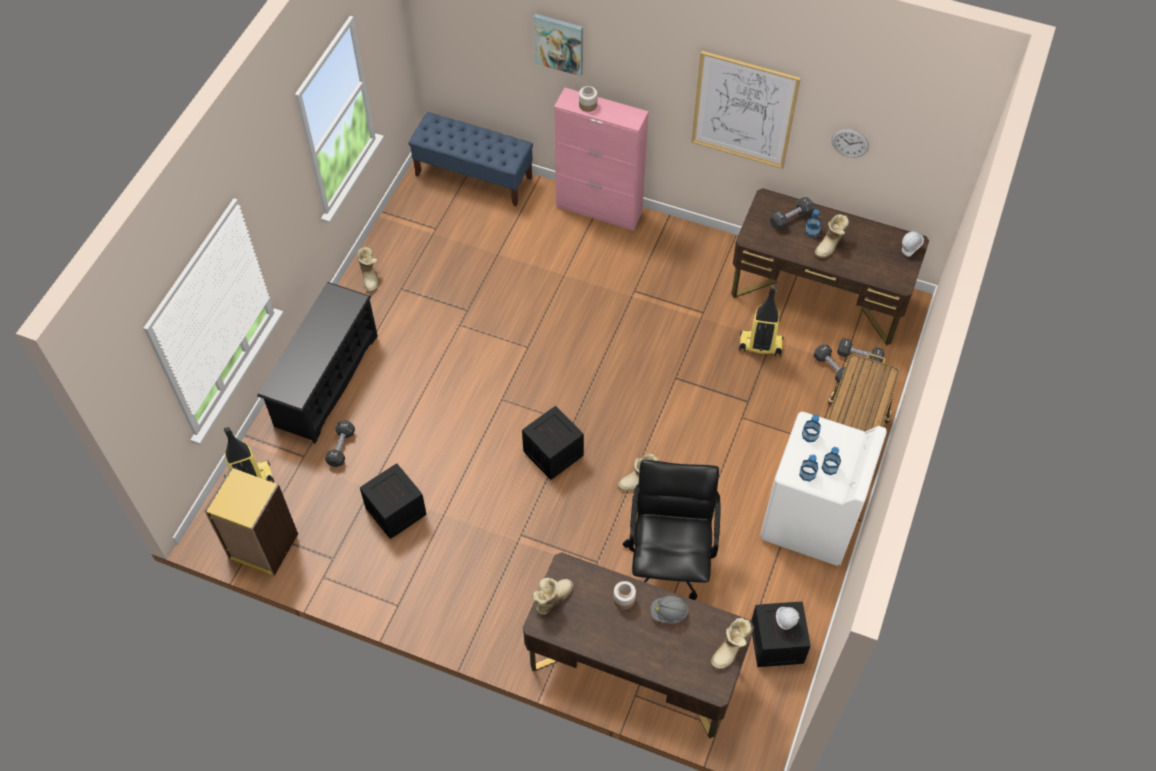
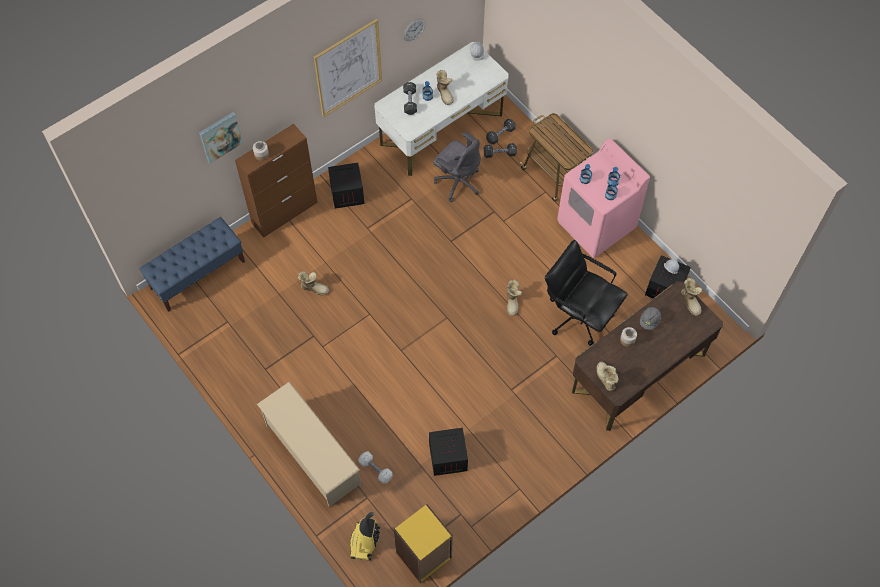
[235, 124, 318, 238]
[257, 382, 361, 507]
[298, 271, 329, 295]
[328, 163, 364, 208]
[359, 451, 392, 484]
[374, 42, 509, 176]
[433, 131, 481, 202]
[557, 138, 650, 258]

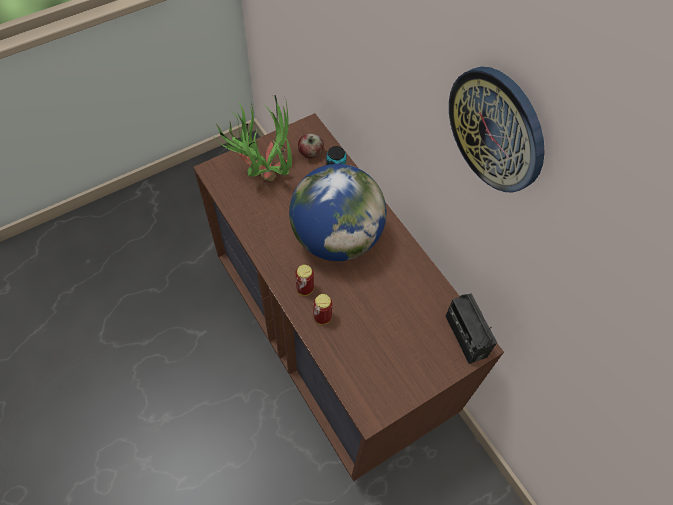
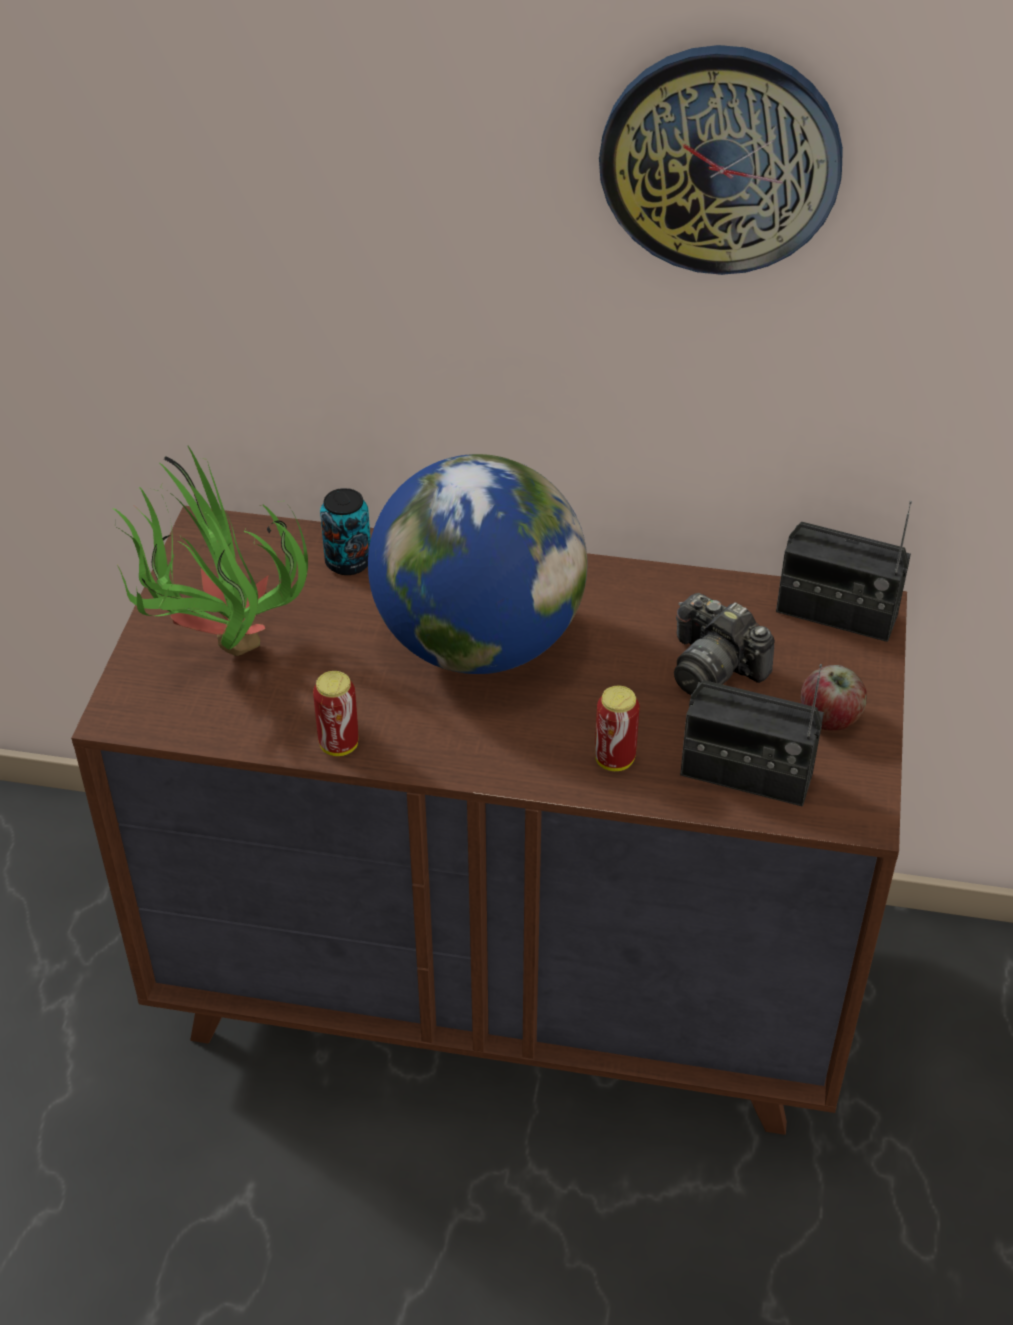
[313, 671, 358, 756]
[674, 593, 775, 695]
[680, 664, 824, 806]
[801, 665, 867, 730]

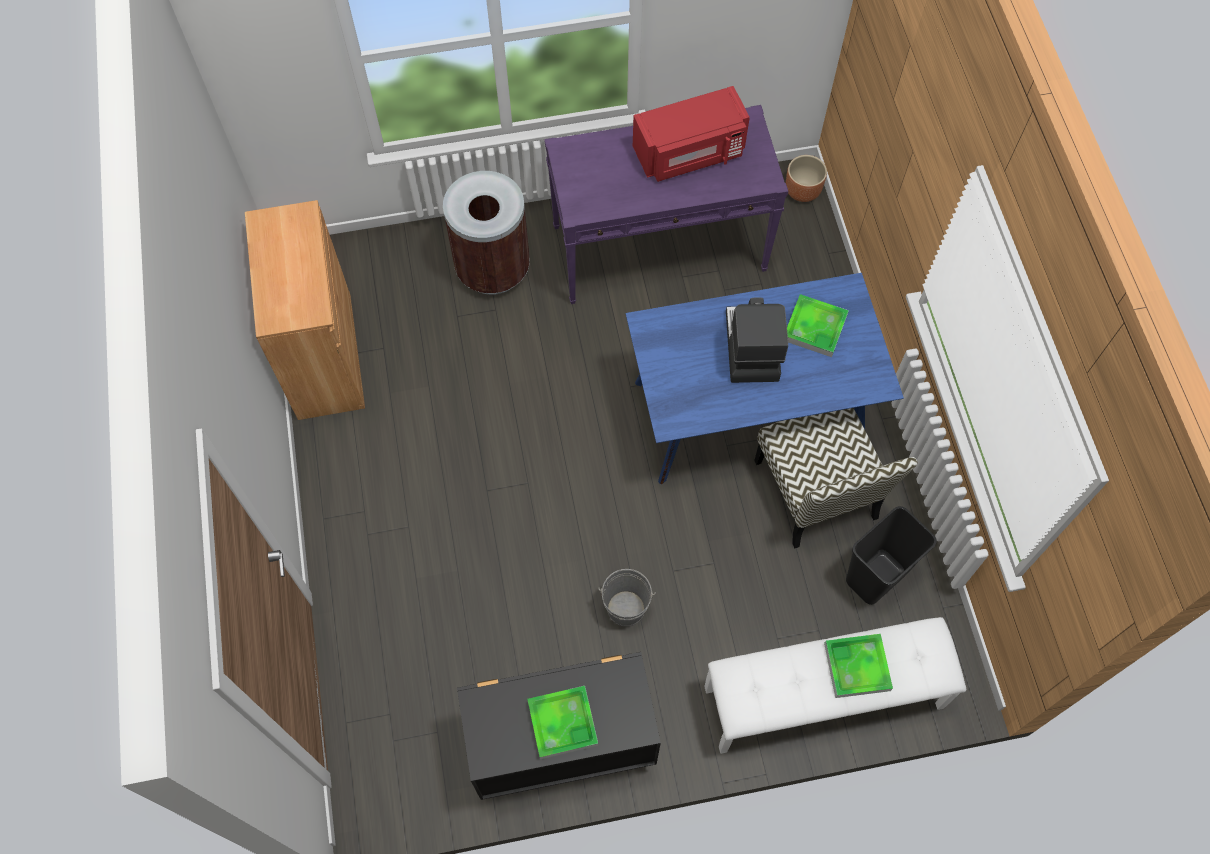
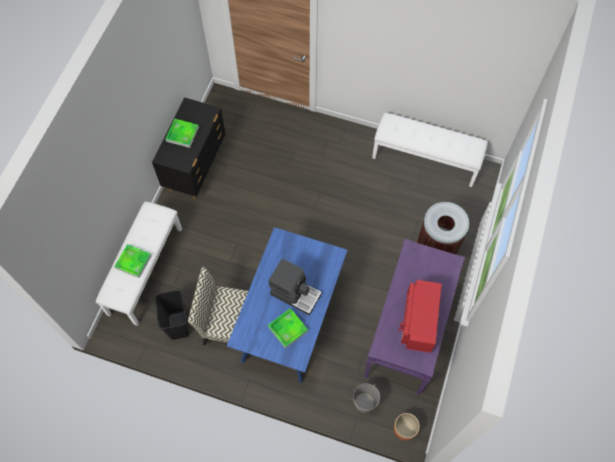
[353, 383, 380, 413]
[372, 113, 488, 187]

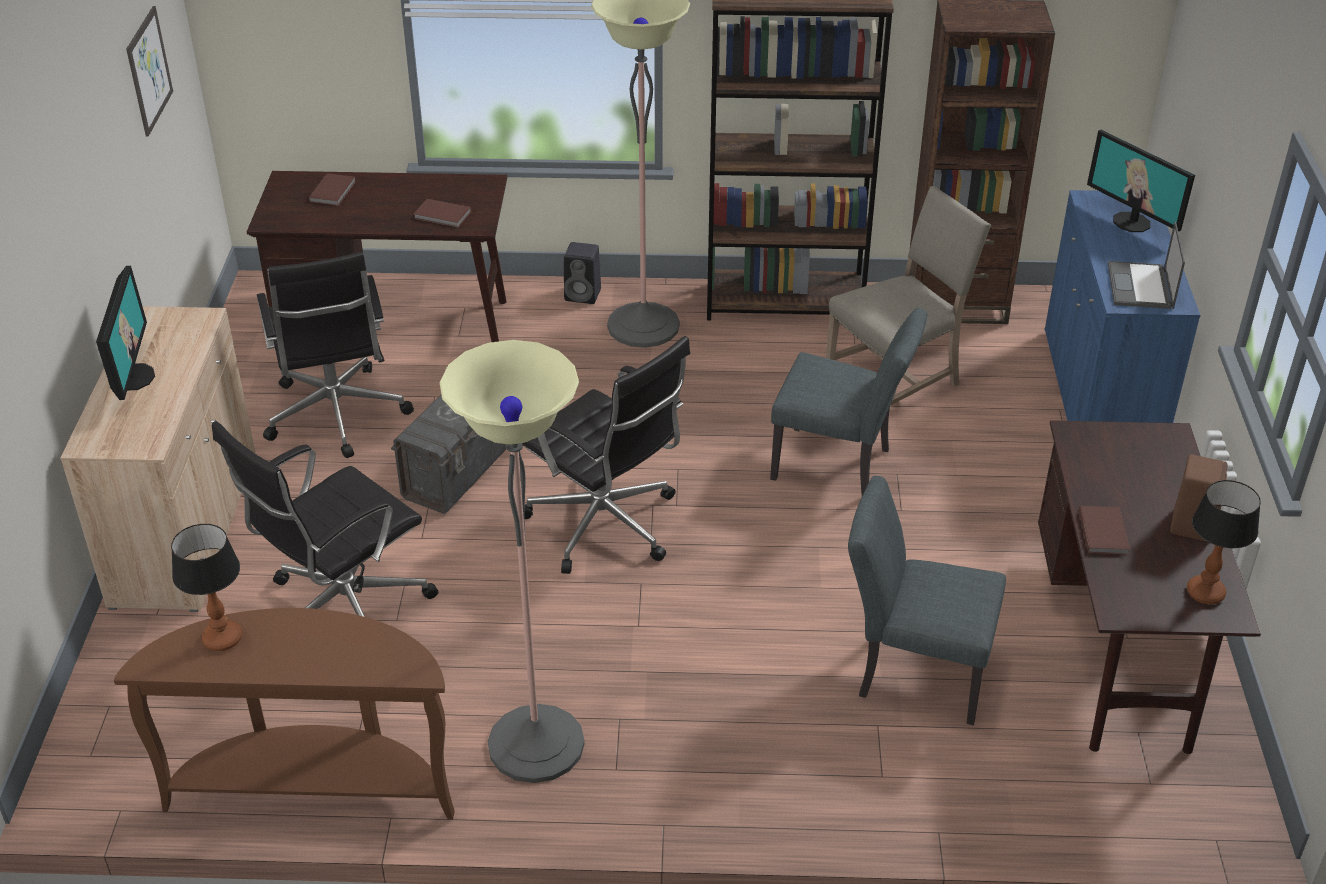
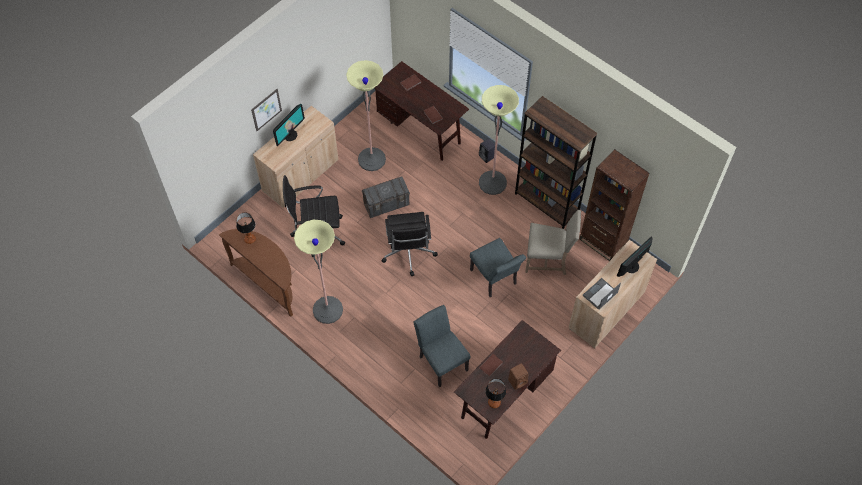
[251, 89, 282, 131]
[346, 60, 386, 171]
[568, 240, 657, 348]
[617, 236, 653, 277]

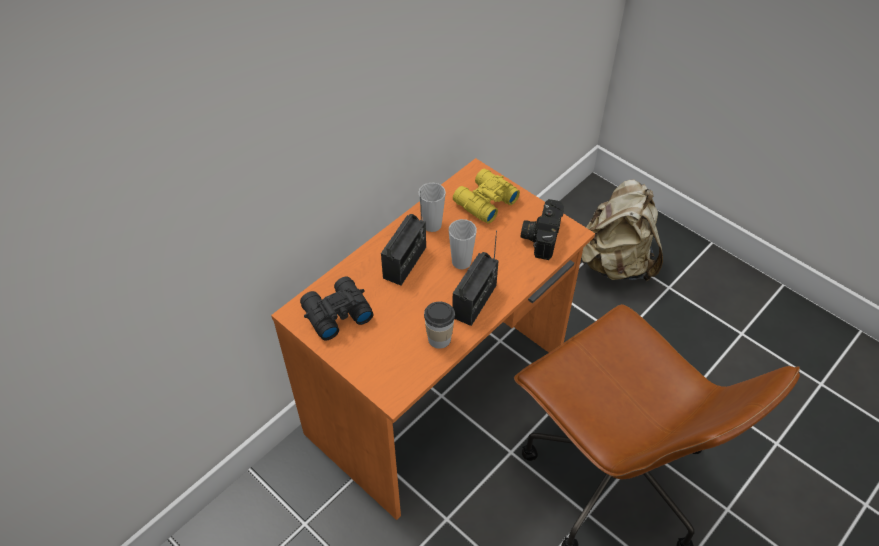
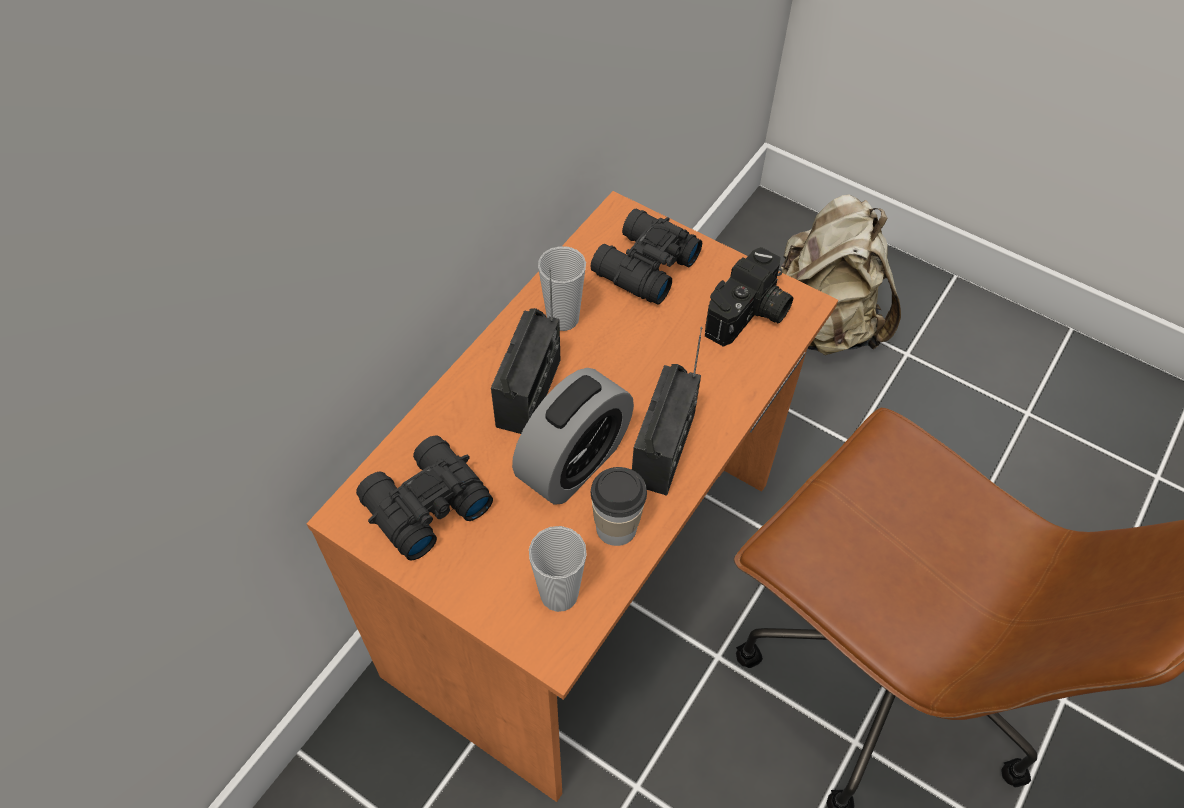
[512, 368, 634, 505]
[529, 526, 587, 612]
[591, 209, 702, 305]
[705, 247, 793, 346]

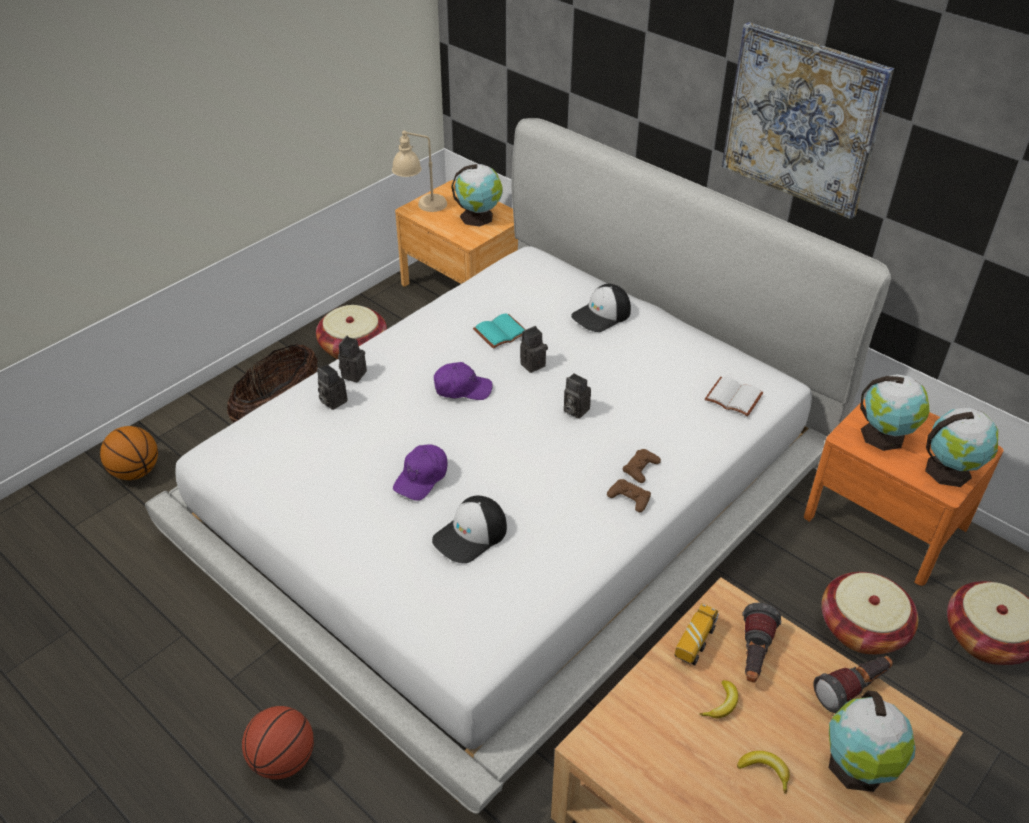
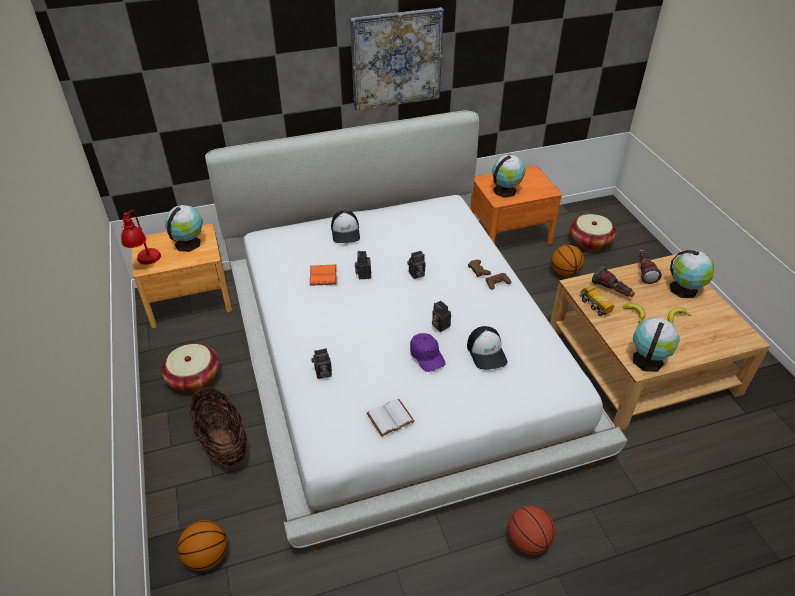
[121, 210, 161, 265]
[310, 265, 337, 286]
[367, 399, 415, 436]
[432, 300, 451, 332]
[551, 245, 584, 277]
[633, 317, 680, 372]
[434, 362, 493, 400] (first image)

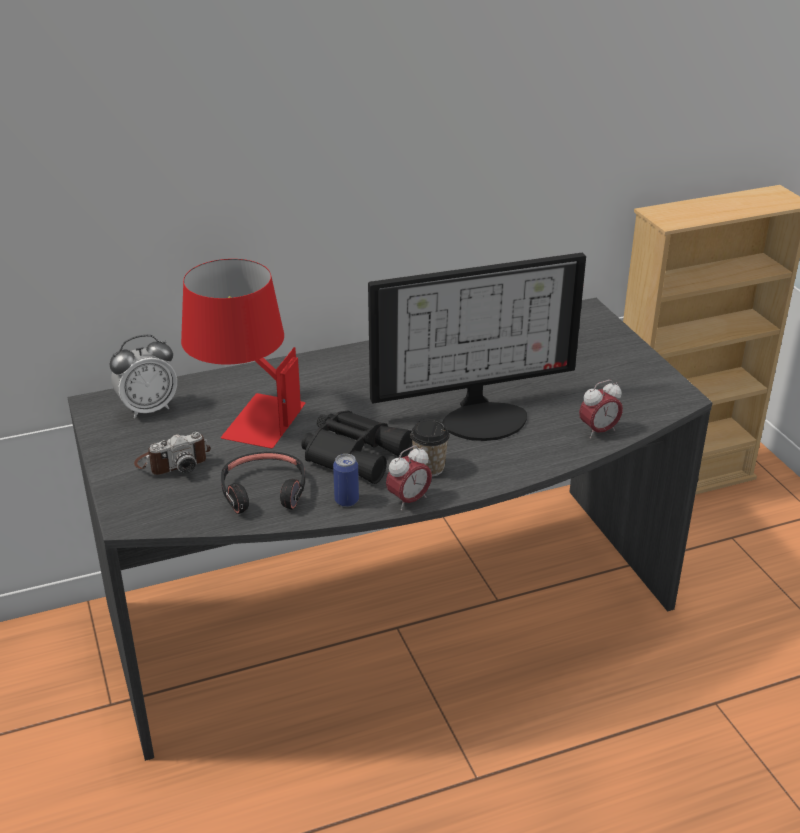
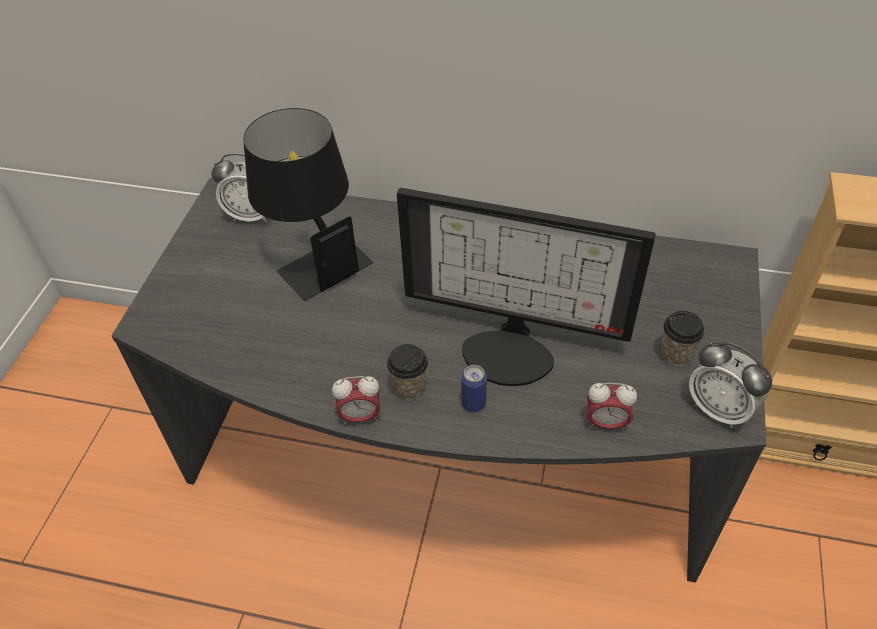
[243, 108, 373, 301]
[461, 365, 487, 412]
[661, 311, 704, 366]
[689, 342, 772, 428]
[134, 432, 211, 475] (first image)
[221, 452, 305, 514] (first image)
[301, 411, 412, 484] (first image)

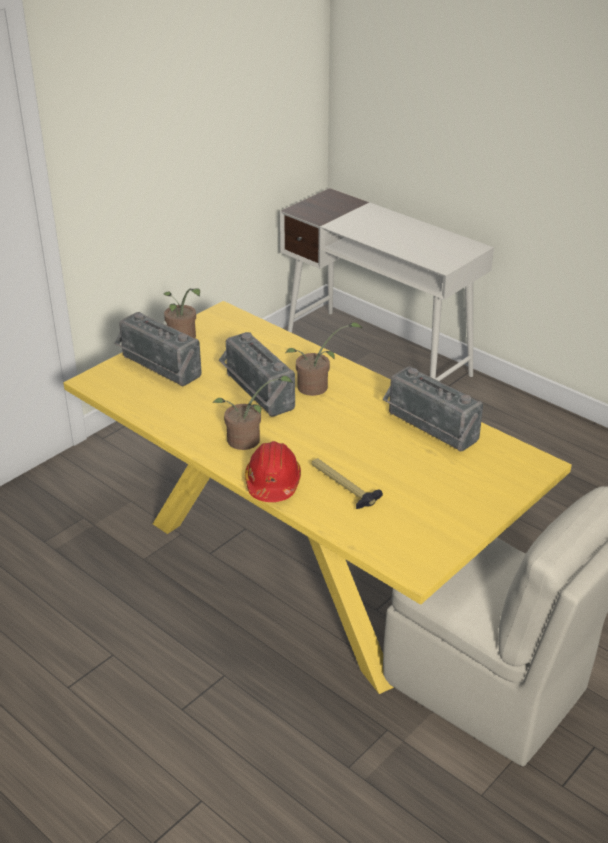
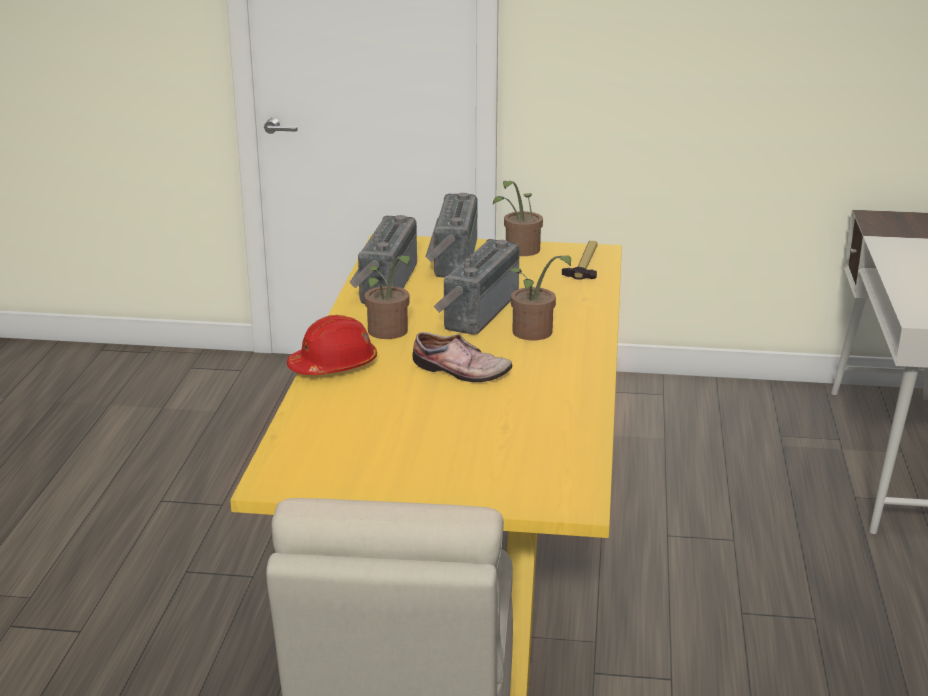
[350, 215, 417, 304]
[413, 332, 512, 382]
[562, 241, 598, 280]

